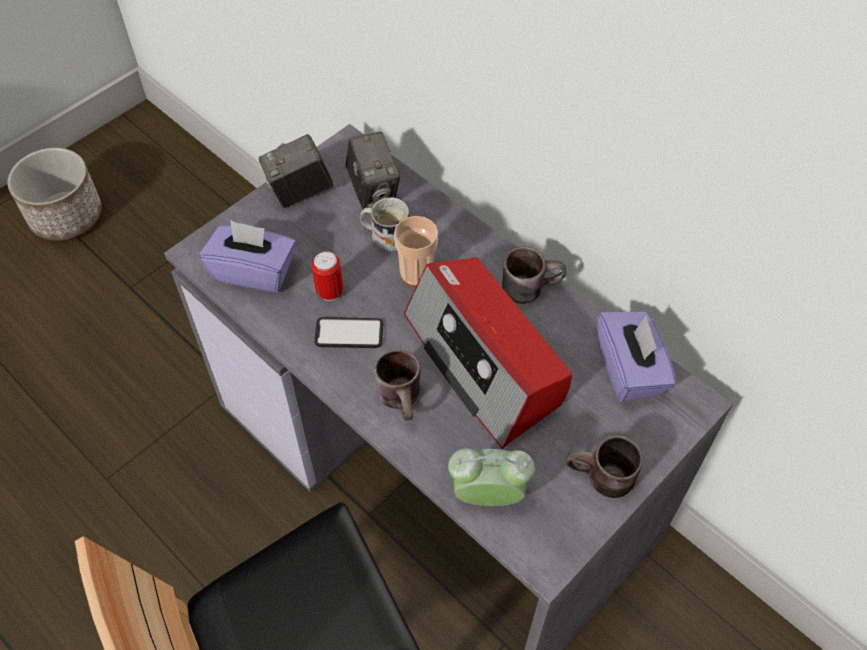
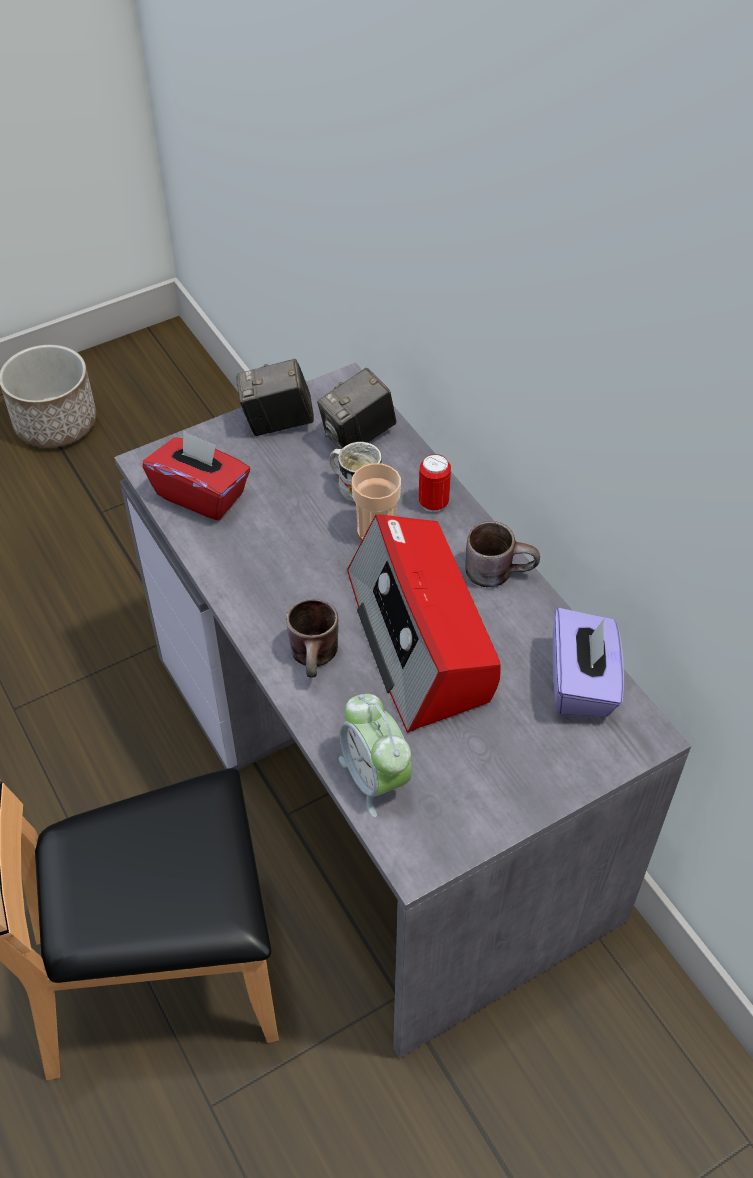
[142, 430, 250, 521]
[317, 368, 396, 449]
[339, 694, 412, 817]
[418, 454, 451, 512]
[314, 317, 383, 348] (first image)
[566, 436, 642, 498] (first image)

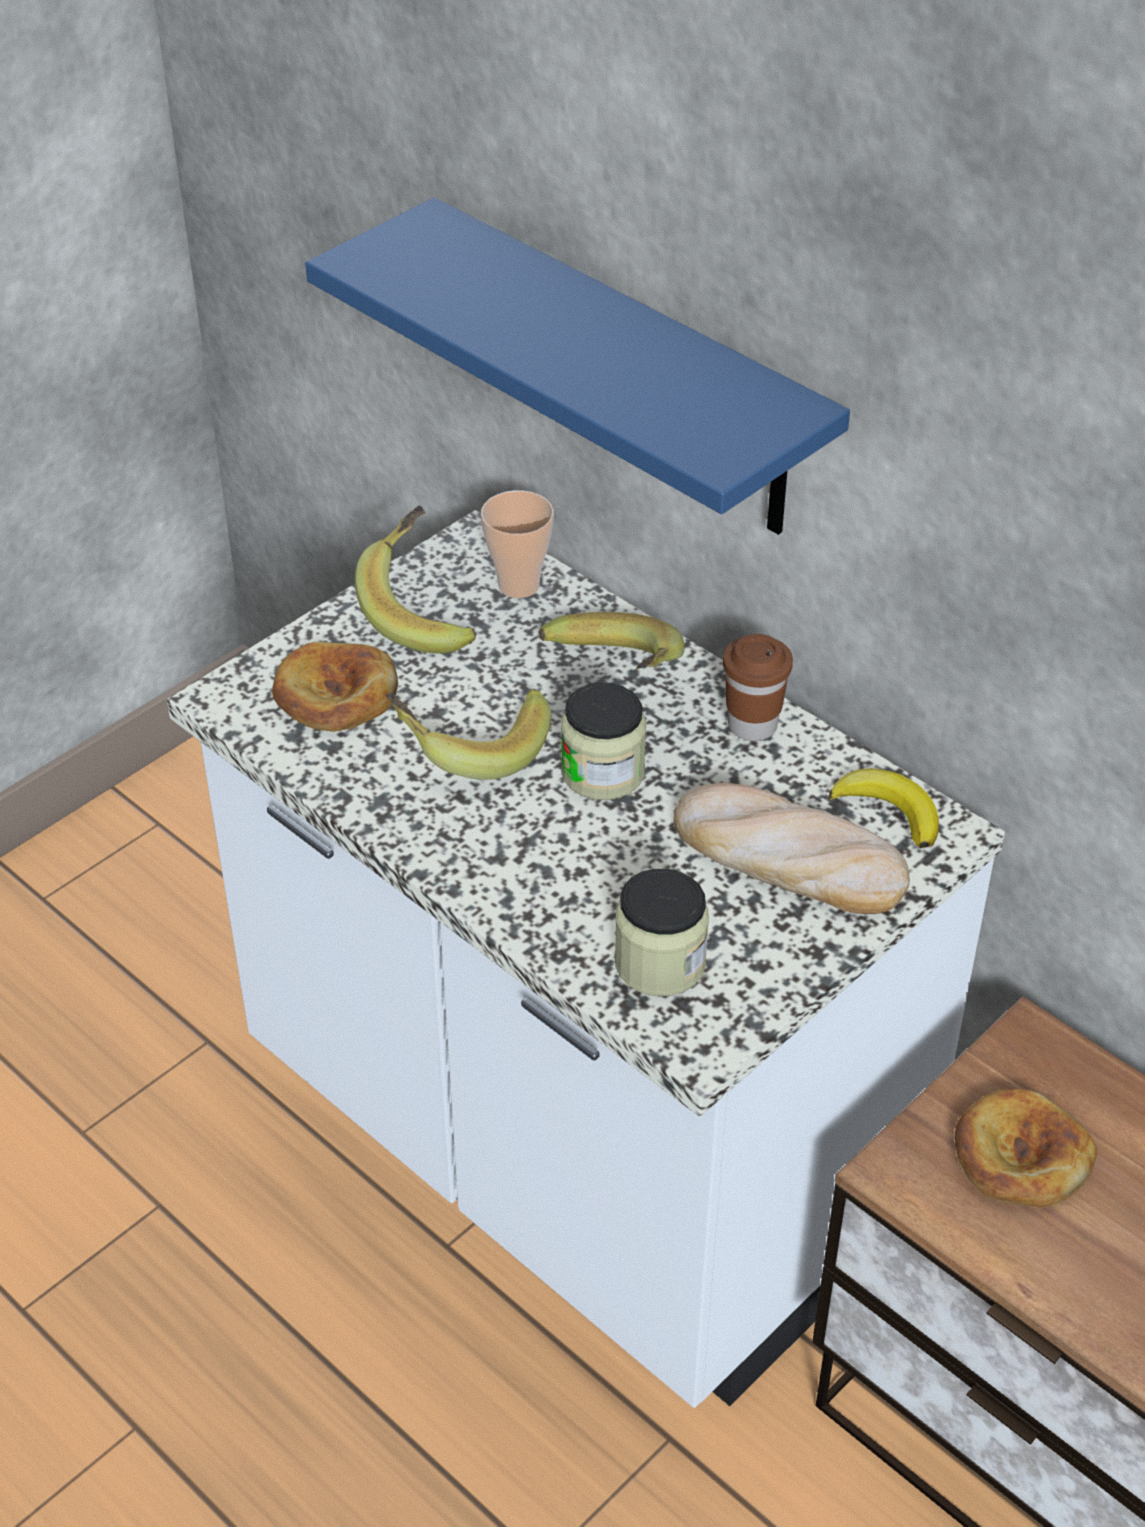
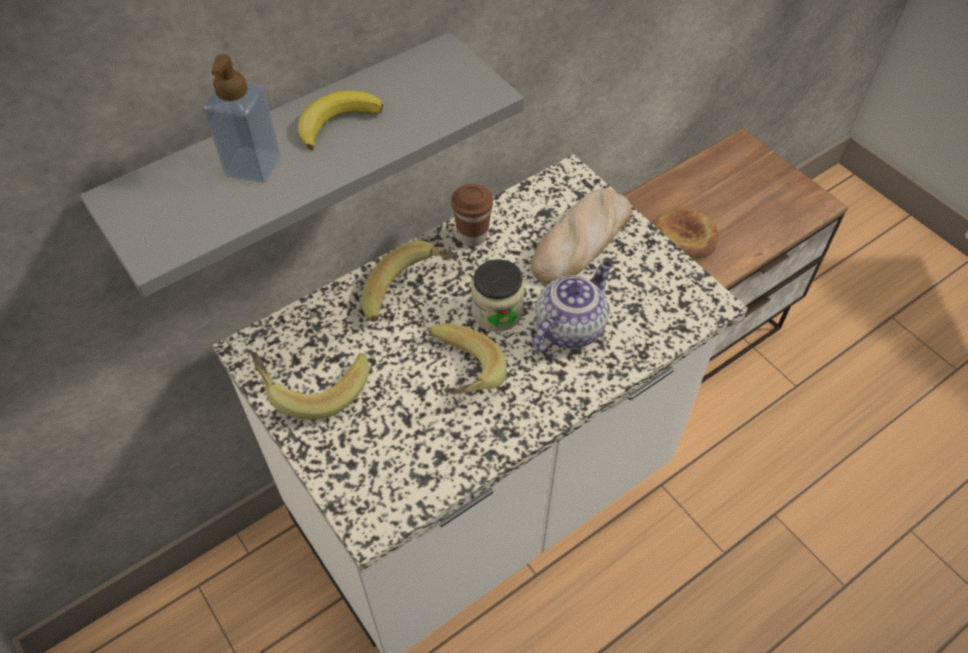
[80, 32, 524, 297]
[203, 54, 280, 183]
[298, 90, 383, 150]
[533, 261, 612, 352]
[272, 642, 398, 732] (first image)
[481, 490, 554, 598] (first image)
[615, 869, 709, 996] (first image)

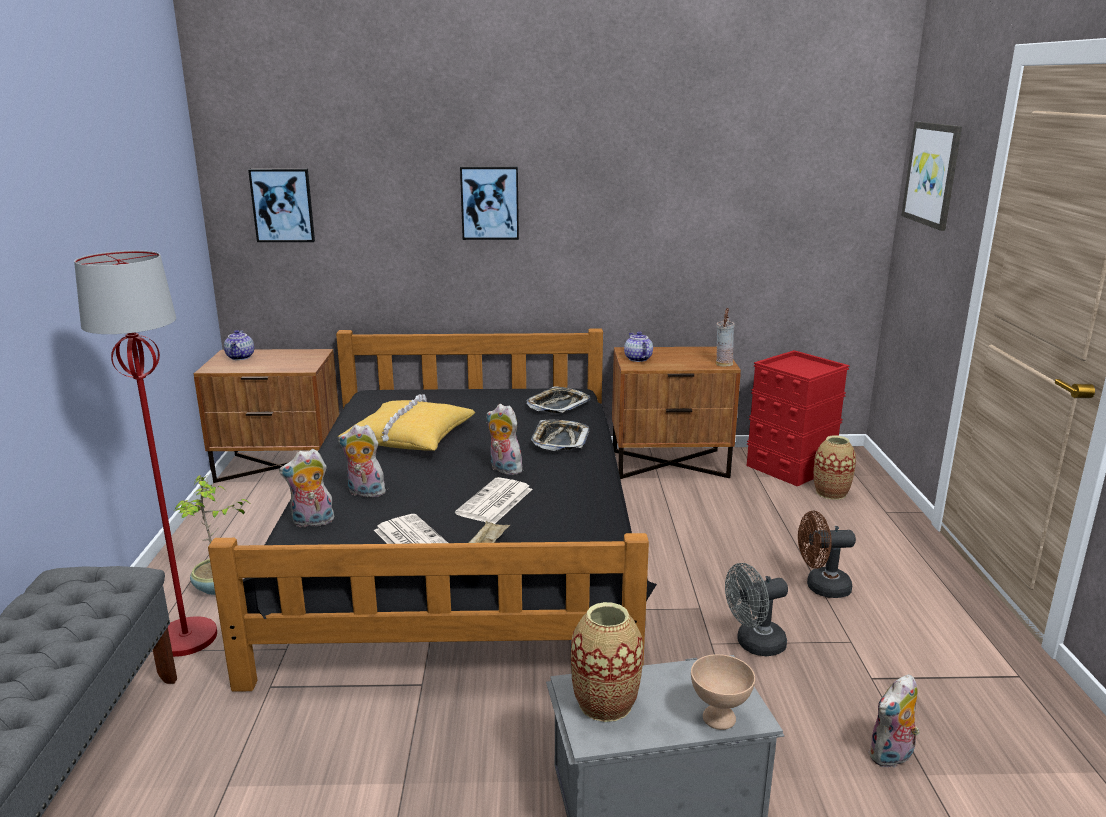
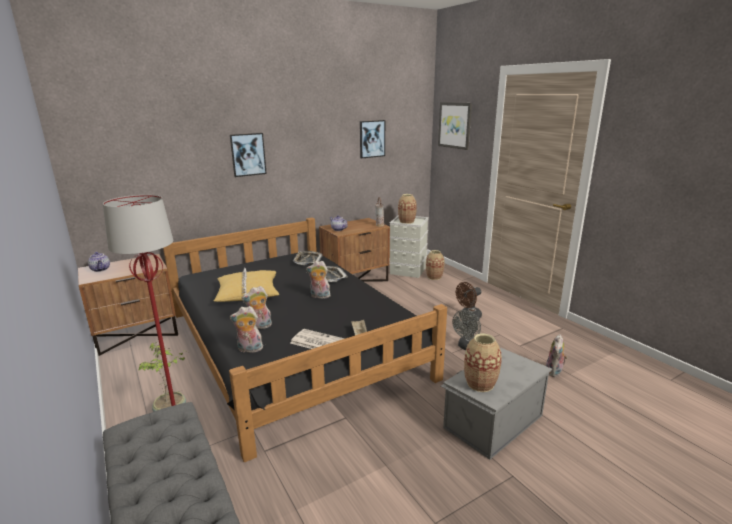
[230, 306, 263, 353]
[360, 120, 385, 158]
[389, 216, 429, 278]
[398, 194, 417, 224]
[455, 477, 532, 524] (first image)
[691, 654, 755, 730] (first image)

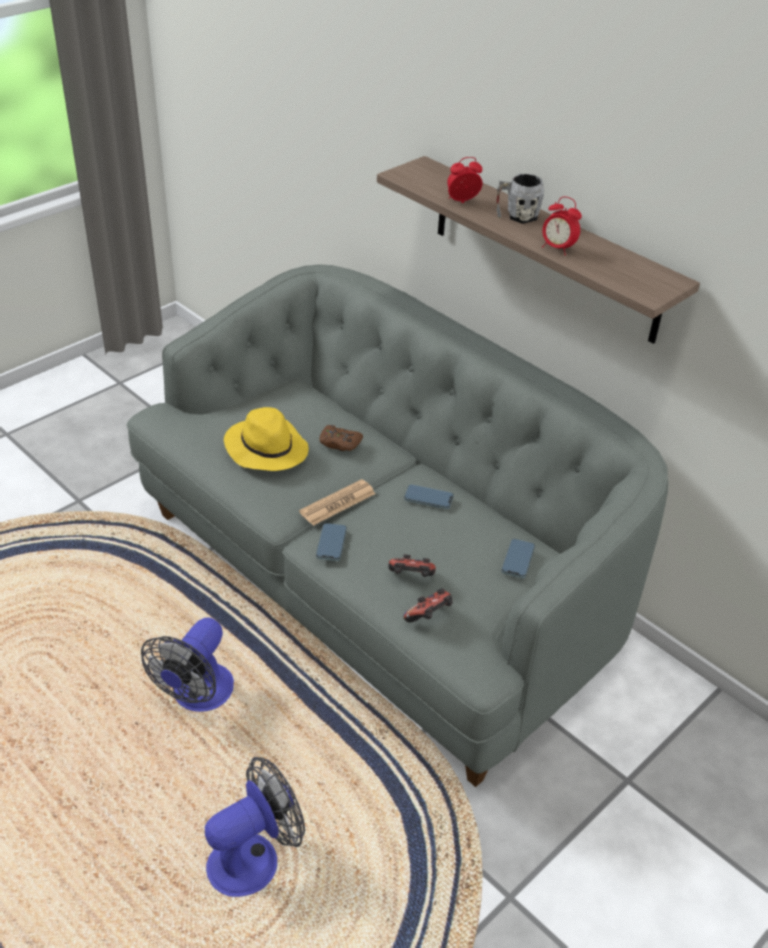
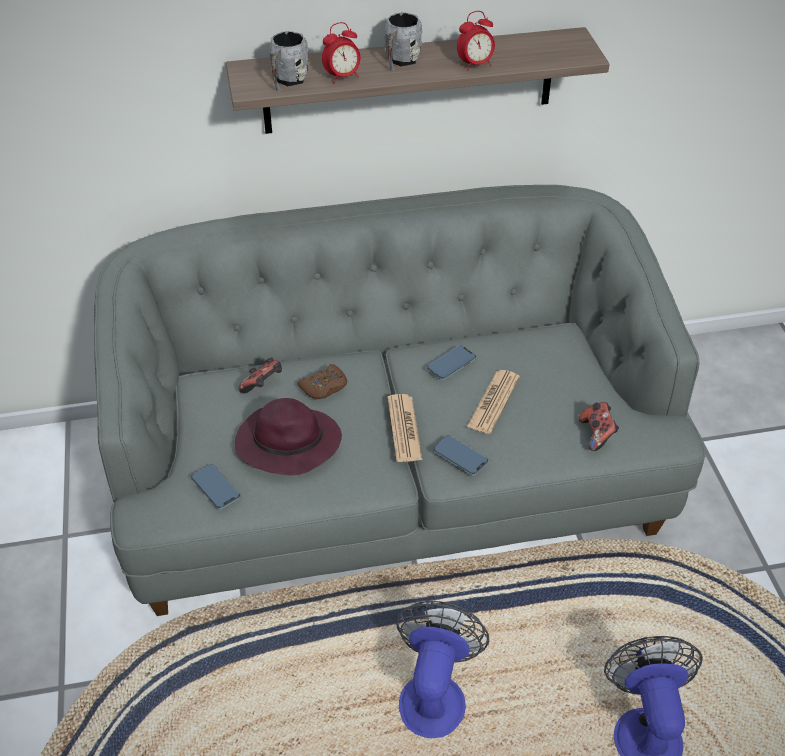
[191, 464, 240, 510]
[235, 398, 342, 476]
[238, 357, 282, 394]
[269, 31, 308, 91]
[322, 22, 361, 84]
[396, 601, 489, 738]
[467, 370, 520, 434]

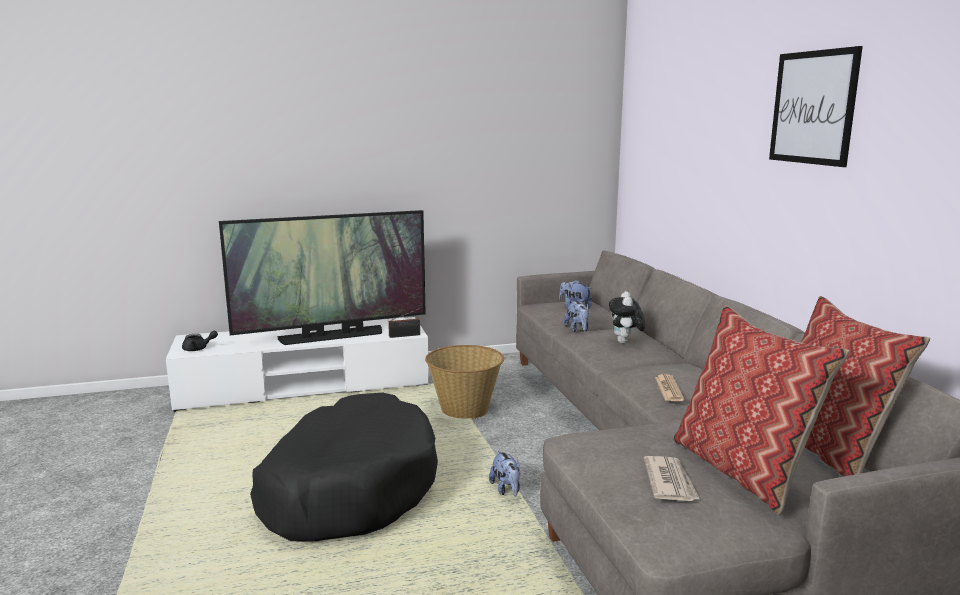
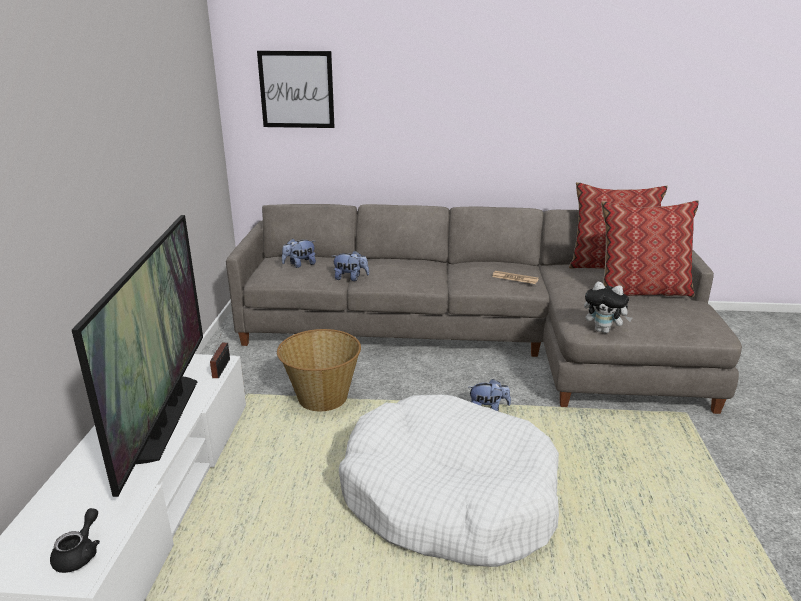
[257, 51, 335, 128]
[339, 395, 559, 567]
[584, 282, 632, 333]
[644, 456, 700, 501] (first image)

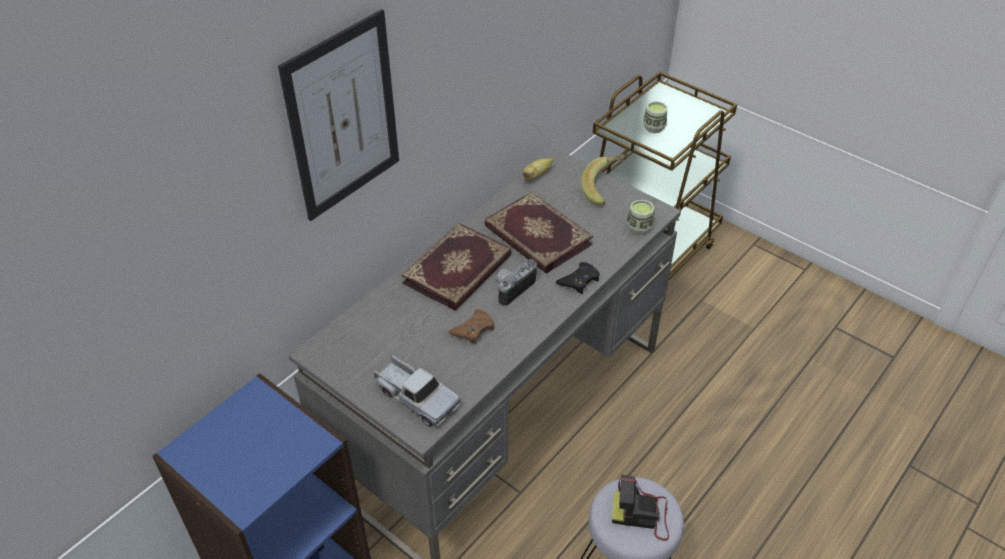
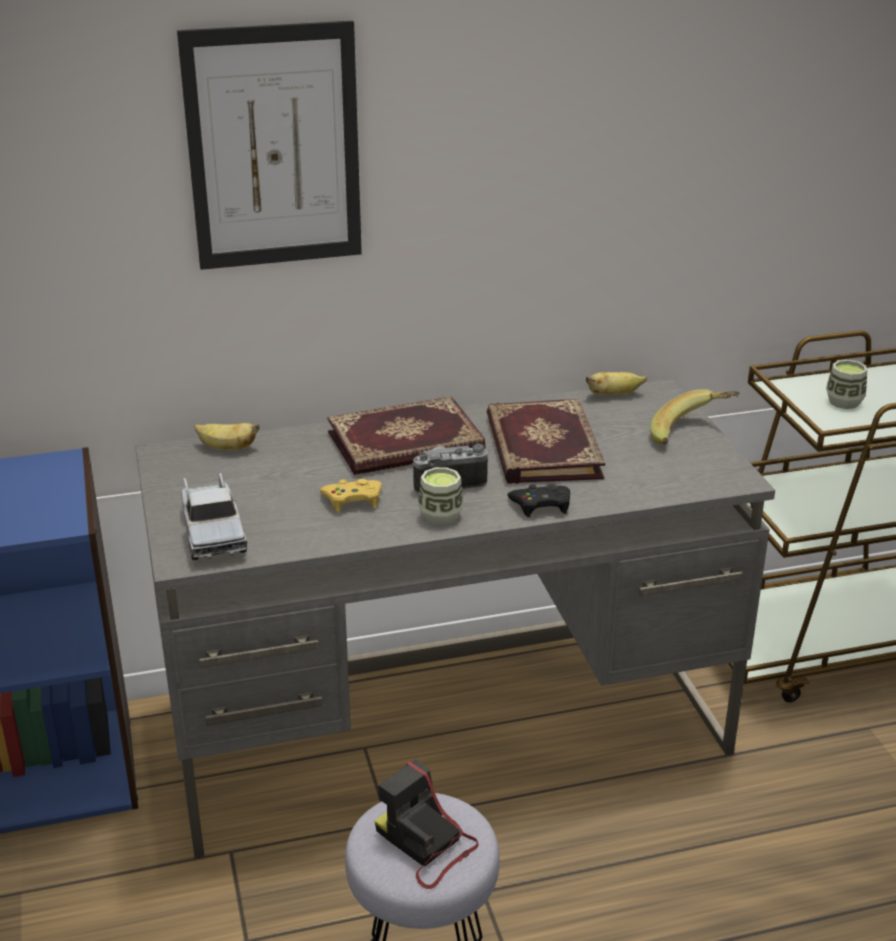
[195, 423, 260, 450]
[320, 479, 382, 512]
[418, 467, 464, 525]

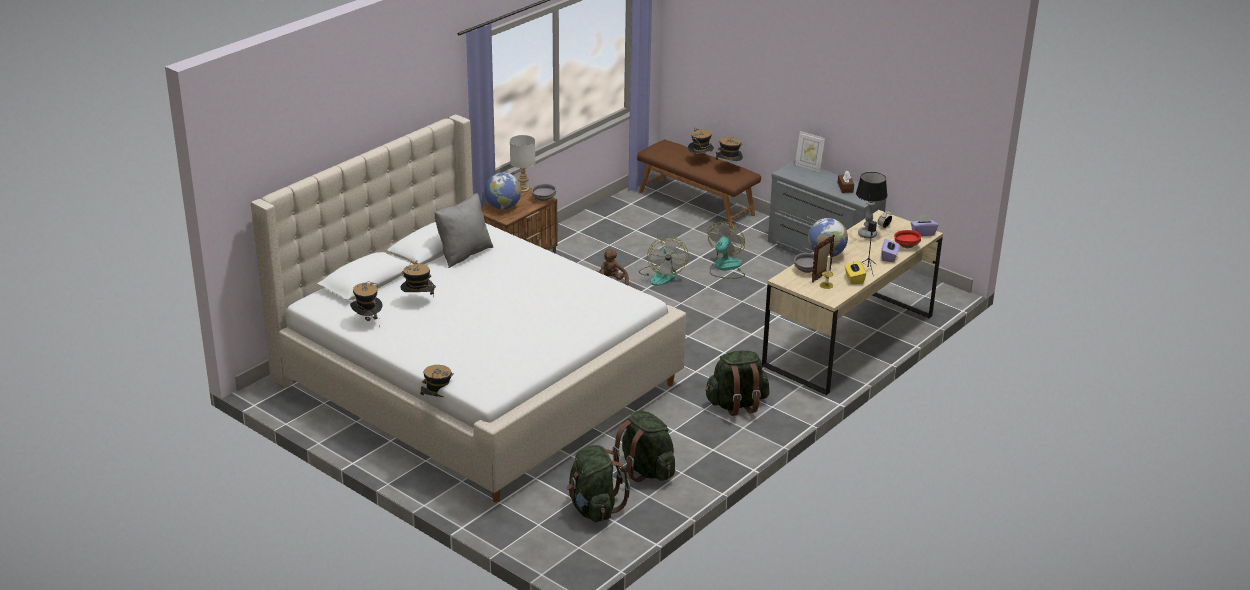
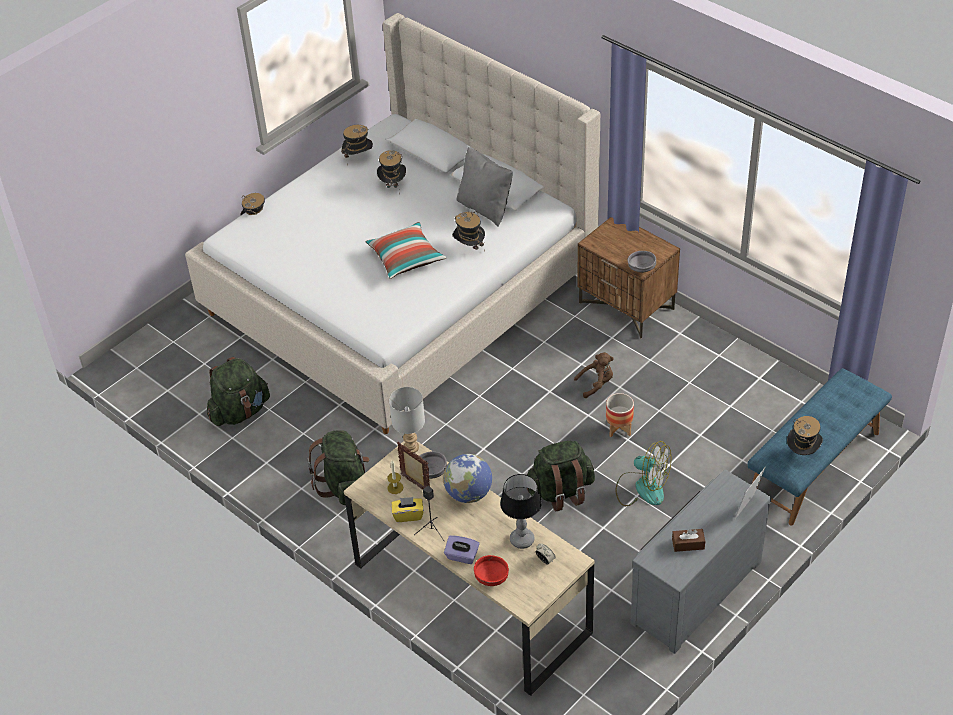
[365, 222, 446, 279]
[389, 387, 425, 453]
[453, 211, 485, 250]
[527, 441, 595, 511]
[606, 393, 634, 437]
[748, 368, 892, 526]
[485, 173, 521, 209] (first image)
[911, 215, 938, 236] (first image)

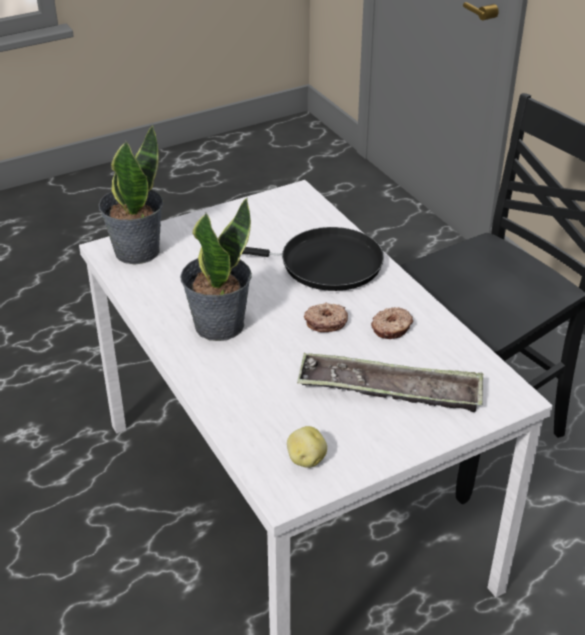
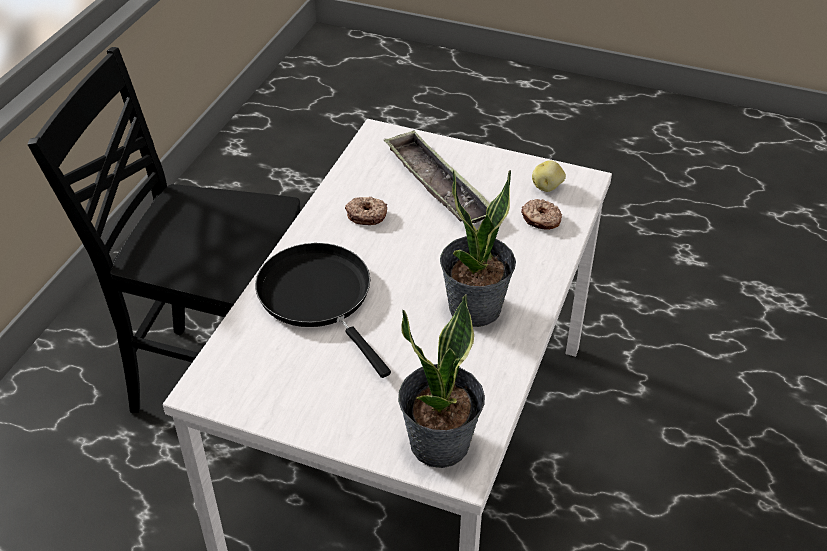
[521, 199, 562, 230]

